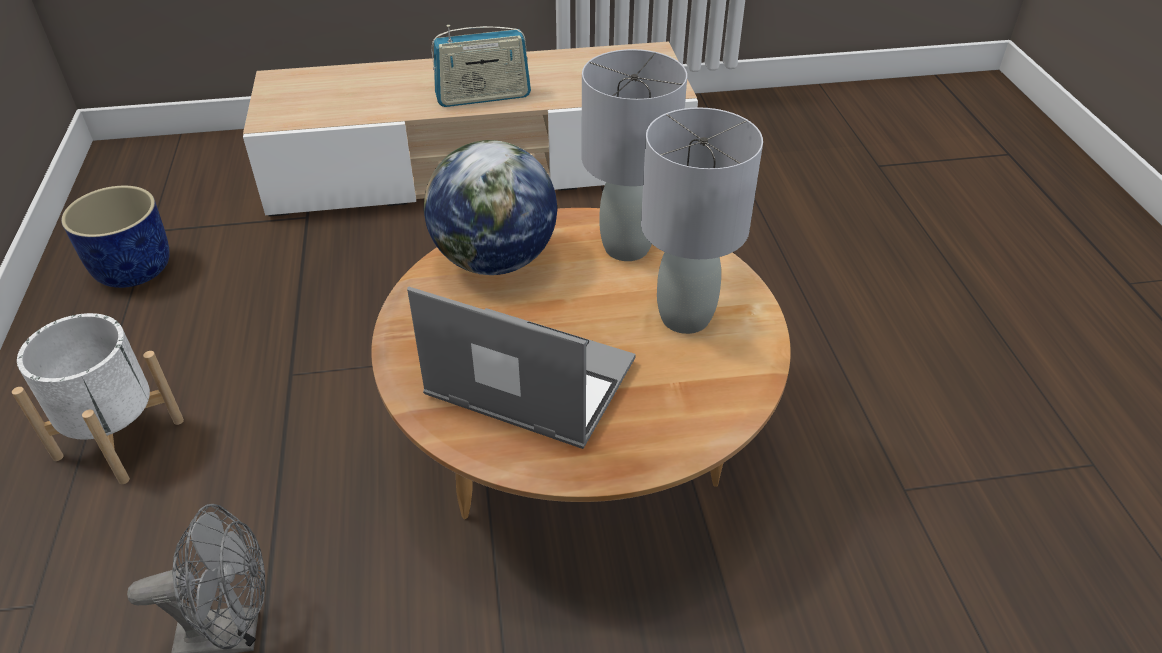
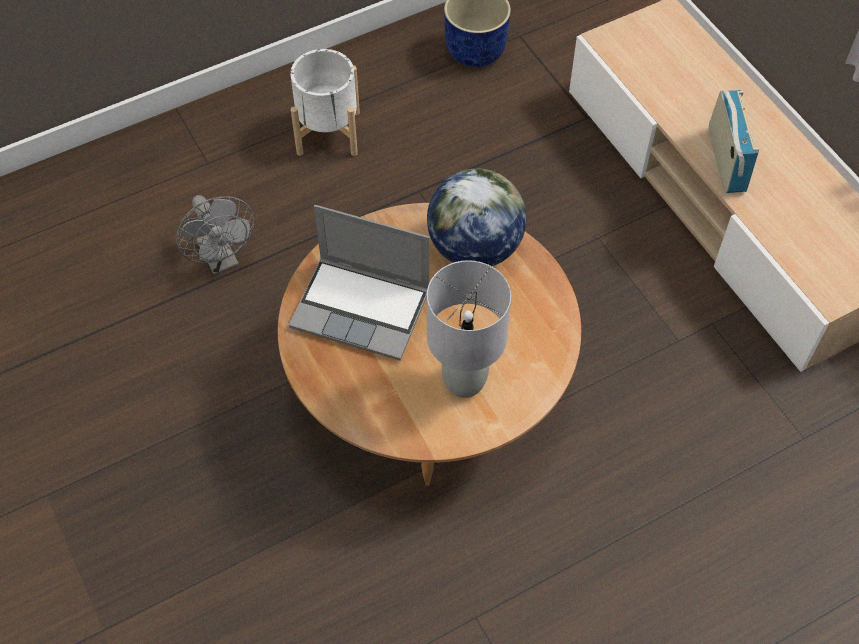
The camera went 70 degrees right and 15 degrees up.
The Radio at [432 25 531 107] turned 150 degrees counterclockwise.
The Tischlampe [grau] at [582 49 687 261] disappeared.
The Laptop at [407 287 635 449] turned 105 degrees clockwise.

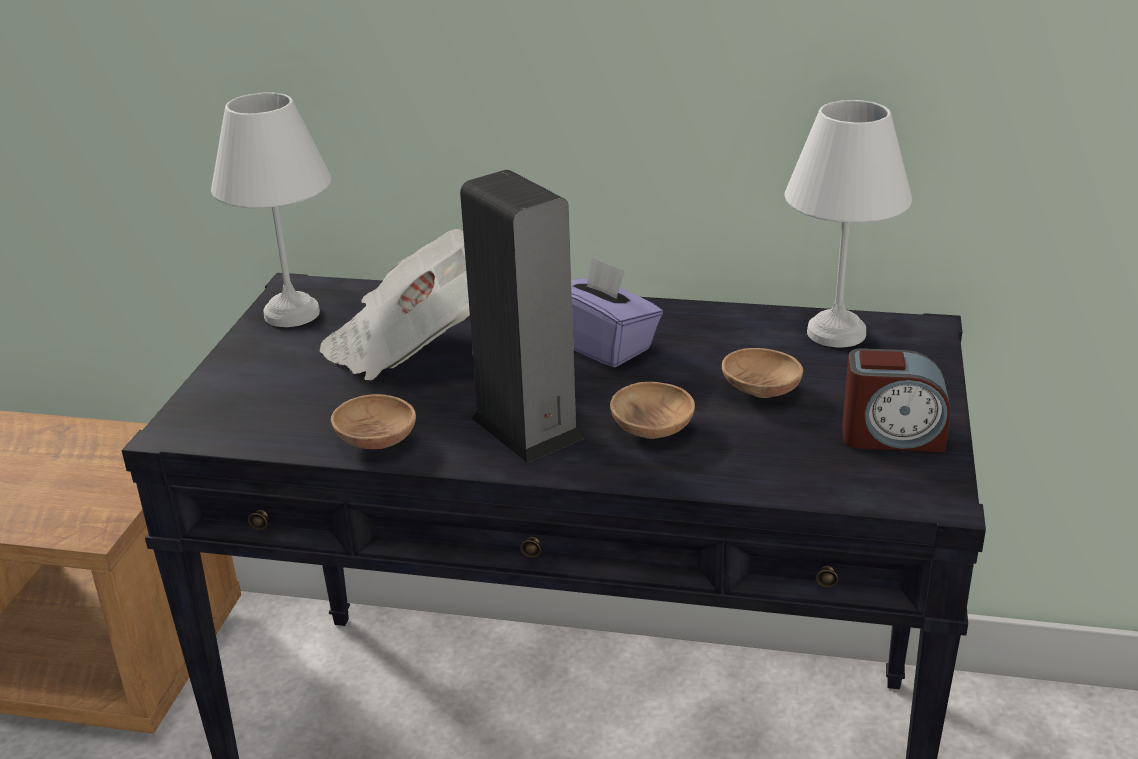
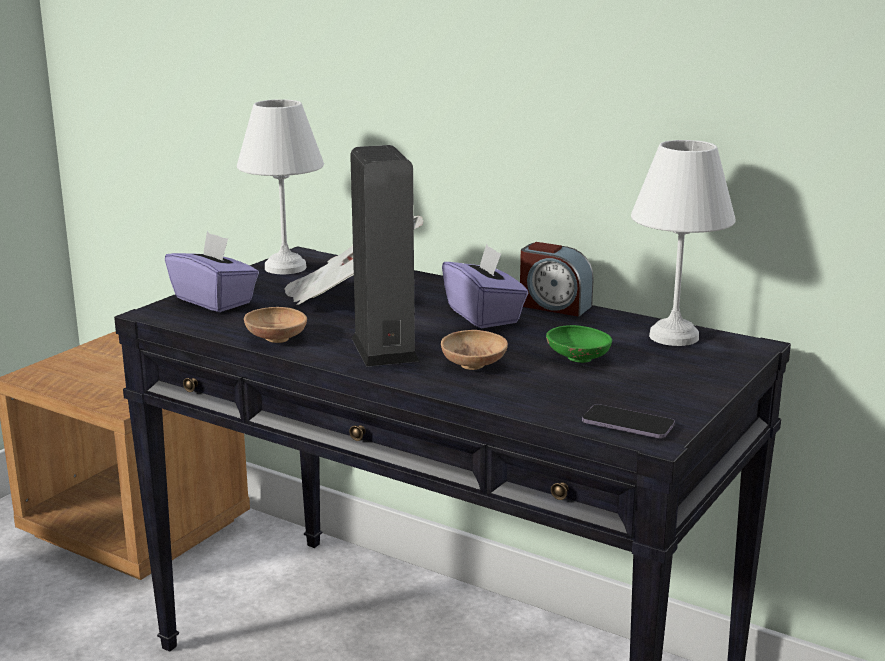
The camera went 20 degrees right and 10 degrees down.
The Schüssel [braun] at [722 348 803 398] became the Schüssel [grün] at [546 325 612 363].
The Wecker moved from [842 348 950 452] to [520 242 594 317].
The Taschentuchbox [lila] at [165 232 259 312] appeared.
The Handy at [582 404 675 439] appeared.

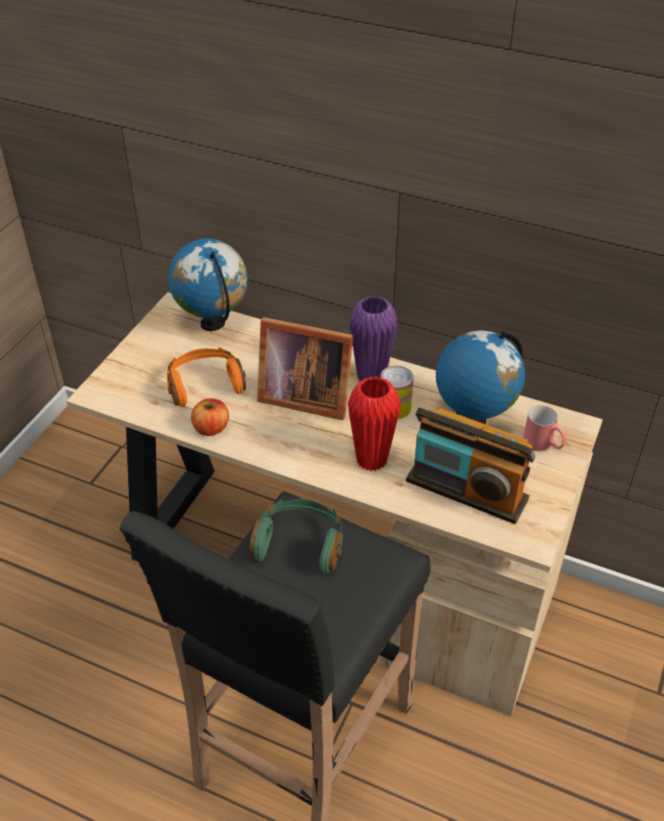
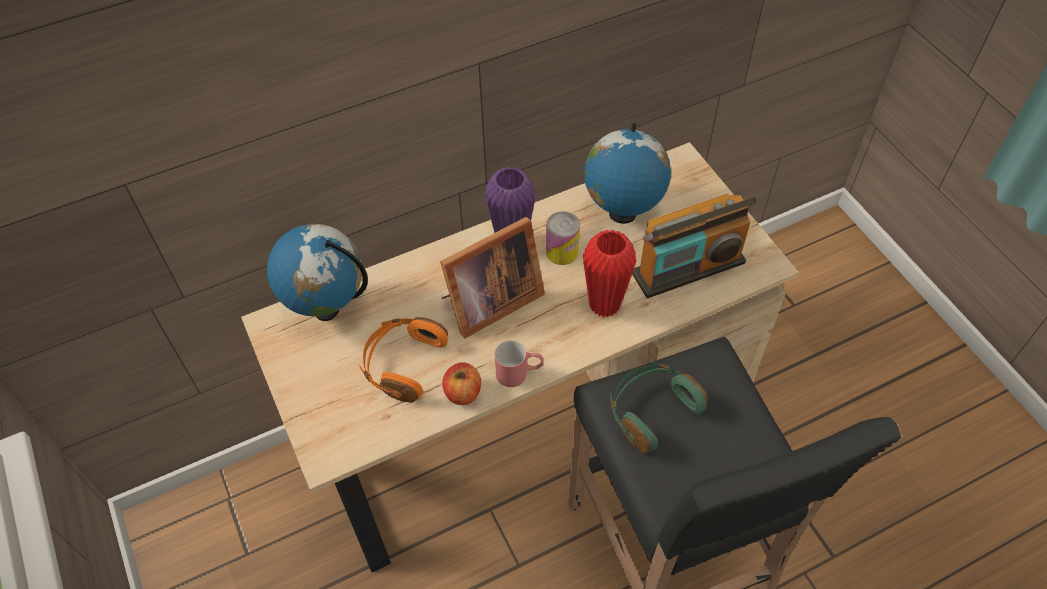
The camera went 50 degrees left and 10 degrees up.
The Henkelbecher [rot] moved from [523 405 567 451] to [495 340 544 387].

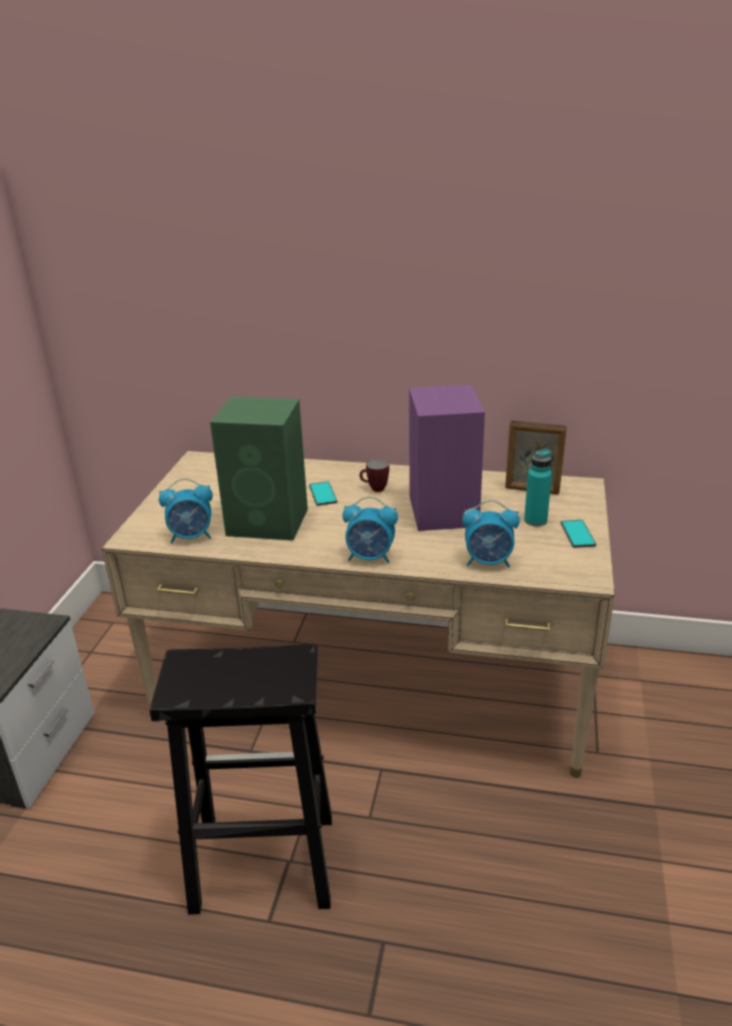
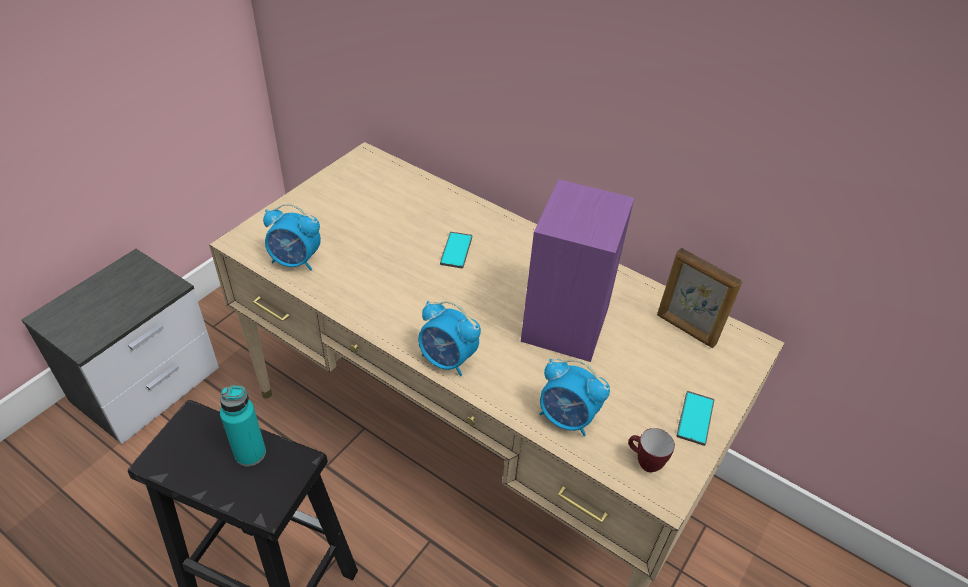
The camera went 20 degrees right and 15 degrees up.
The Lautsprecher [grün] at [210 397 308 541] disappeared.
The Flasche [türkis] moved from [524 449 552 526] to [220 386 266 467].
The Henkelbecher moved from [360 459 389 492] to [628 428 675 472].

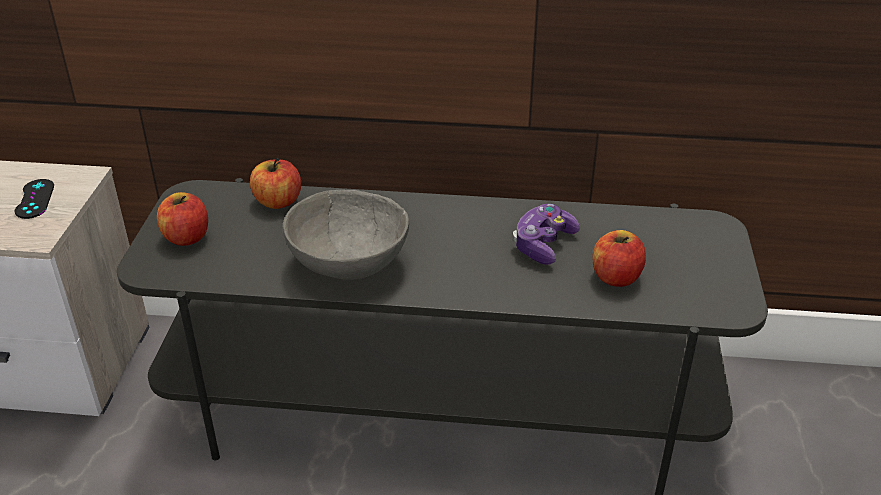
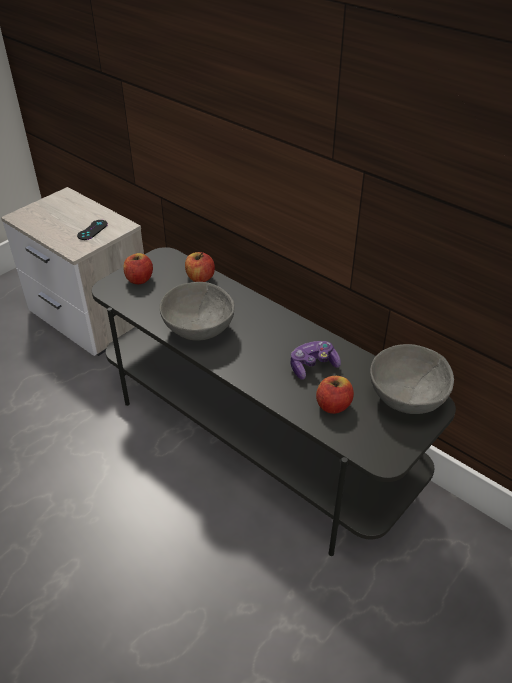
The camera went 35 degrees right and 5 degrees up.
The Schüssel [grau] at [370 344 454 414] appeared.

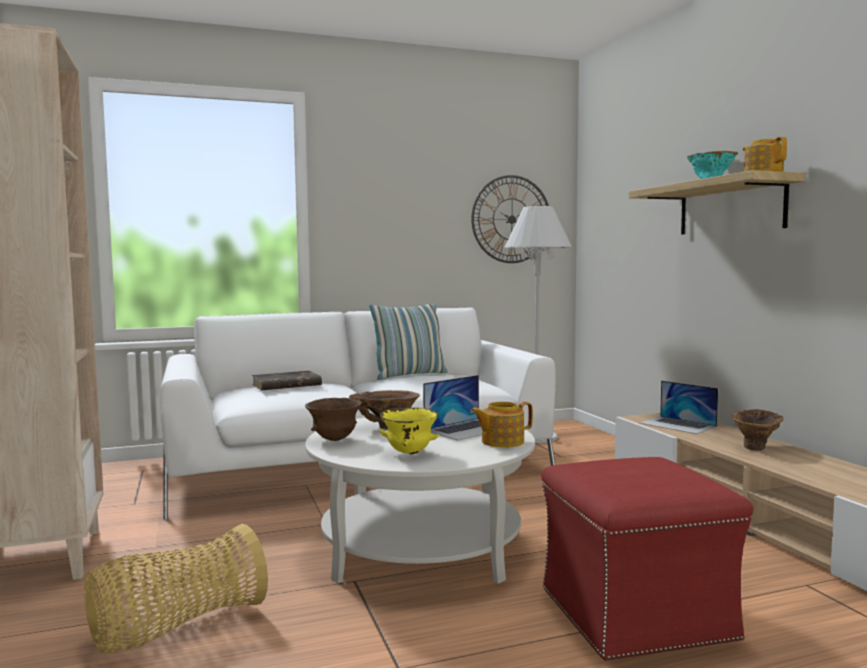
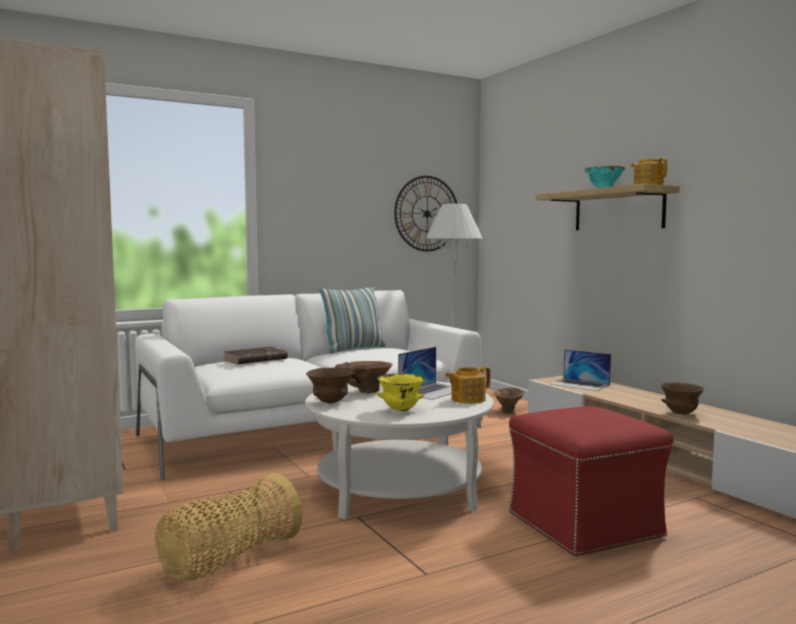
The camera went 10 degrees left and 0 degrees up.
The Vase [braun] moved from [732 409 783 451] to [494 387 525 413].
The Schüssel [braun] at [661 382 705 414] appeared.

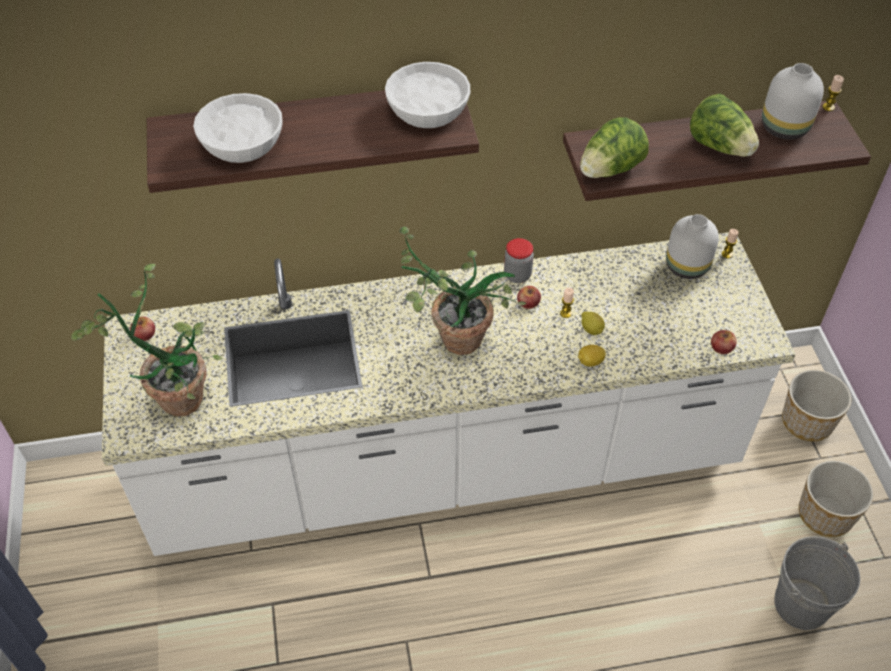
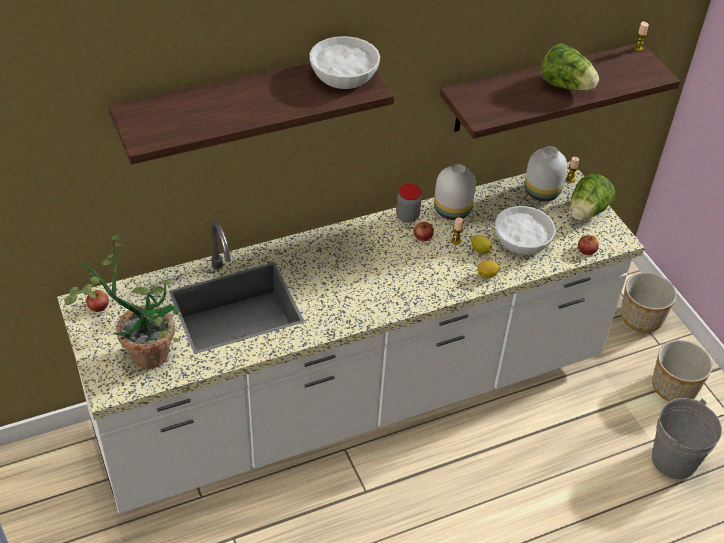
The camera went 15 degrees left and 5 degrees down.
The Vase [weiß] moved from [762 63 824 140] to [434 164 476 220].
The Schüssel [weiß] moved from [193 93 283 163] to [495 206 556 255].
The Salatkopf moved from [580 117 649 178] to [571 174 615 220].
The Topfpflanze at [399 227 526 355] disappeared.

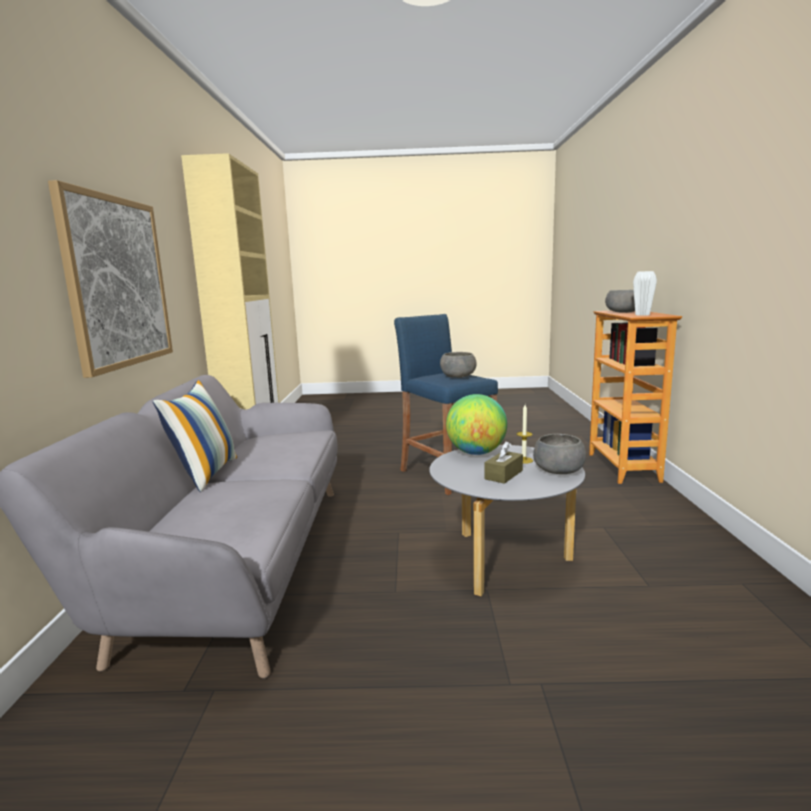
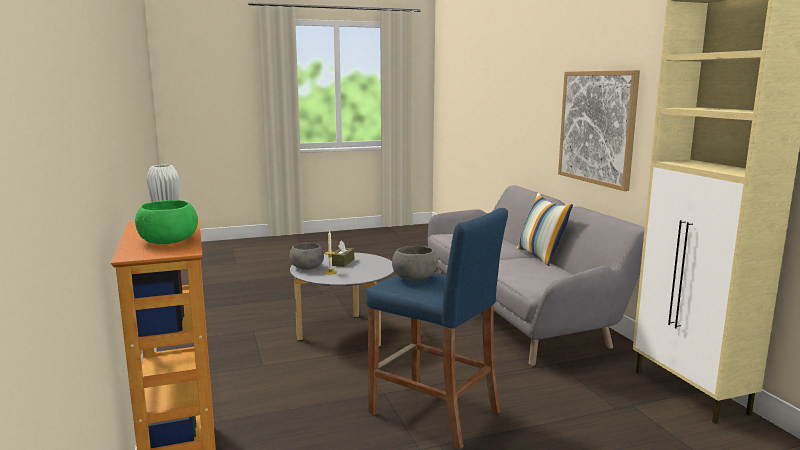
The camera went 160 degrees right and 0 degrees up.
The Schüssel [grau] at [605 290 635 313] became the Schüssel [grün] at [135 200 198 244].
The Globus at [446 394 507 455] disappeared.

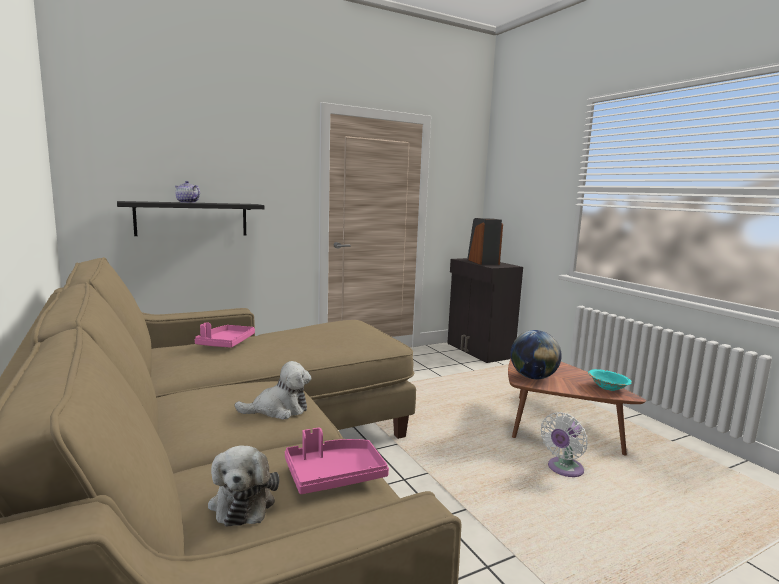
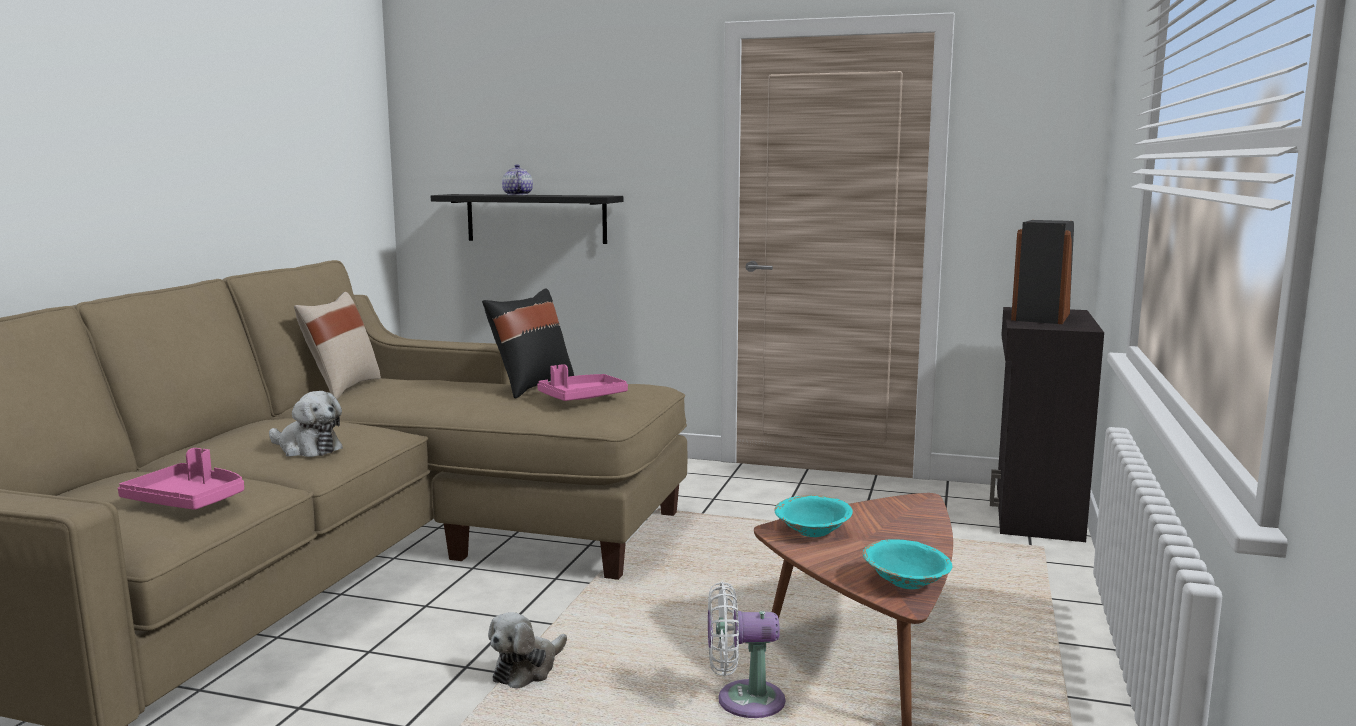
The camera went 45 degrees right and 0 degrees up.
The Tablett [rosa] moved from [195 322 255 348] to [537 364 628 401].
The Globus at [511 330 562 379] was replaced by the Schüssel [türkis] at [774 495 853 537].
The Plüschtier moved from [208 446 279 526] to [488 612 567 688].
The Kissen [schwarz] at [482 288 574 399] appeared.
The Kissen [beige] at [294 292 381 399] appeared.

